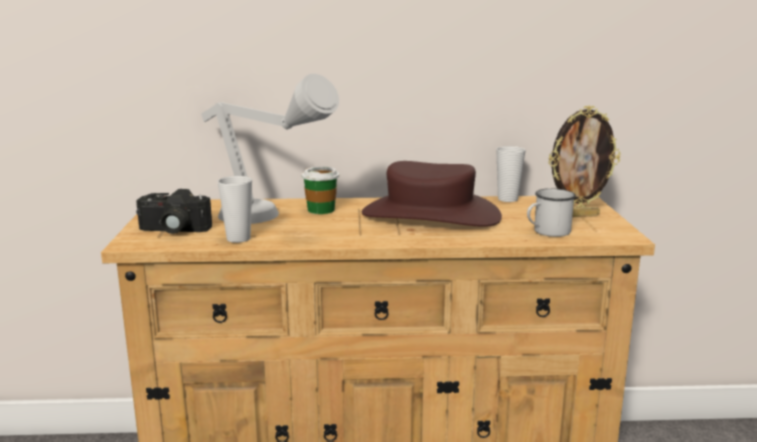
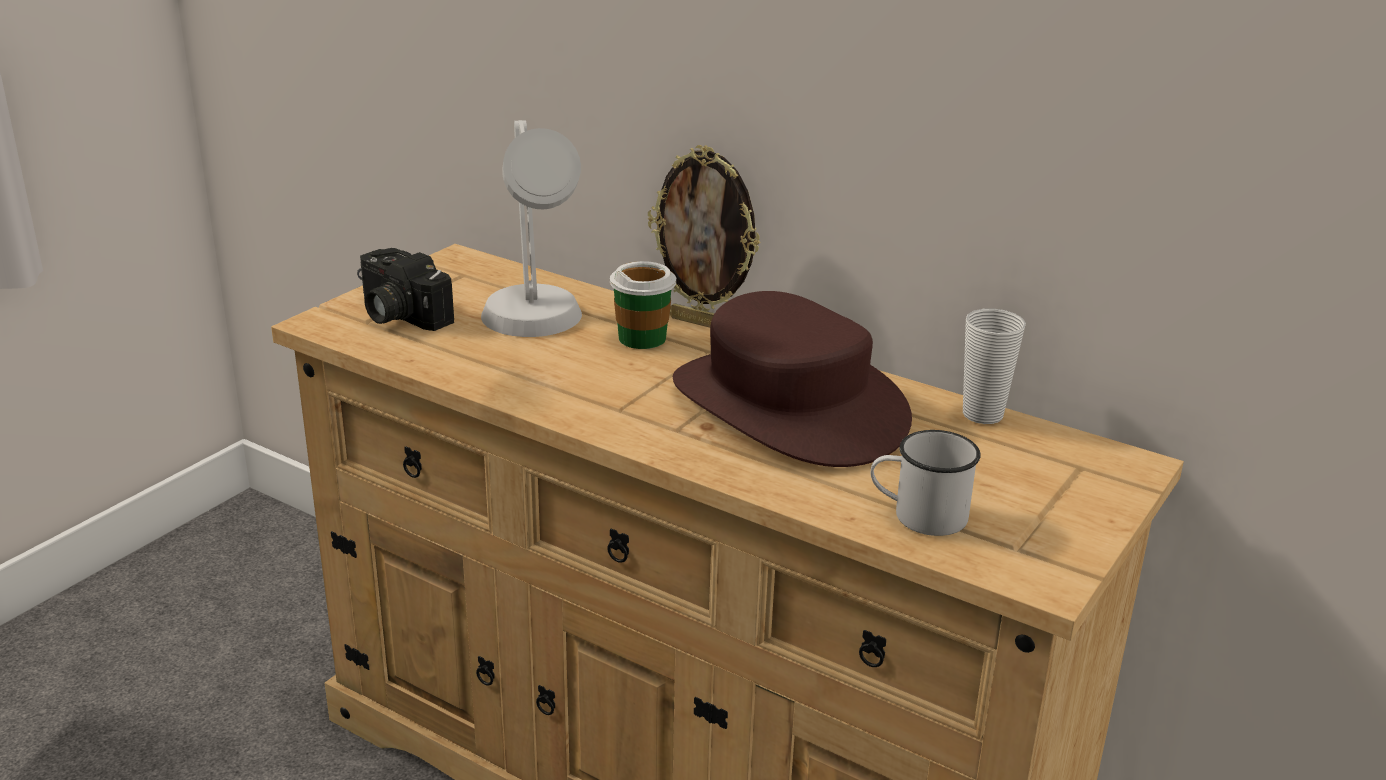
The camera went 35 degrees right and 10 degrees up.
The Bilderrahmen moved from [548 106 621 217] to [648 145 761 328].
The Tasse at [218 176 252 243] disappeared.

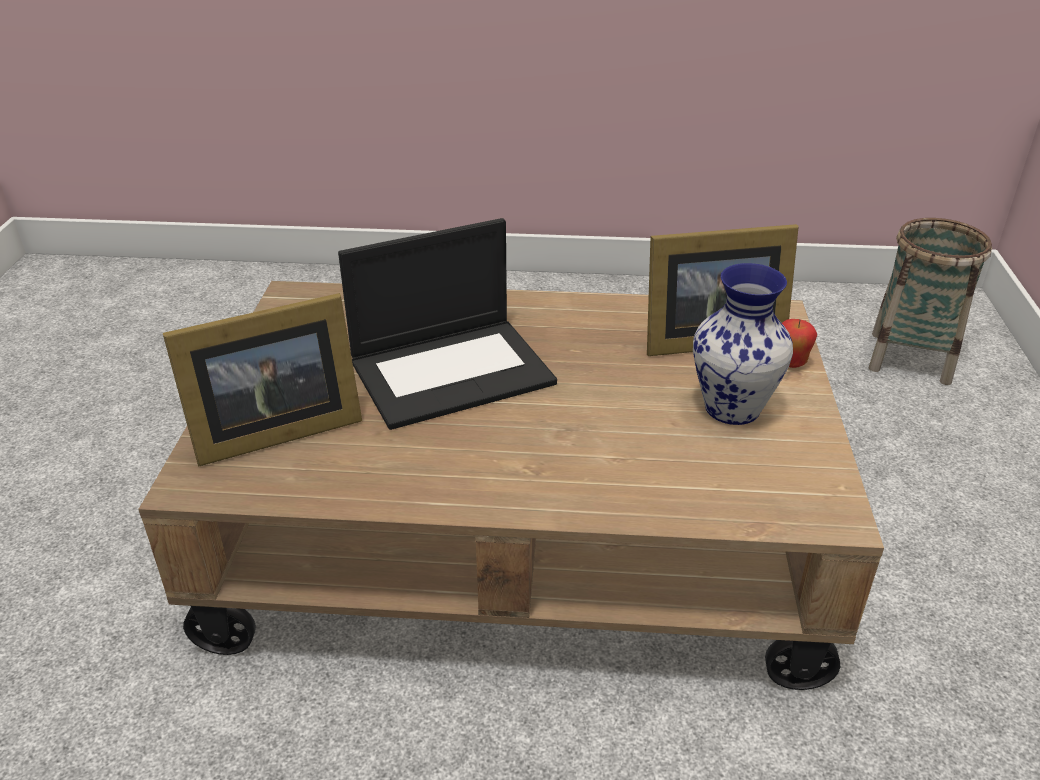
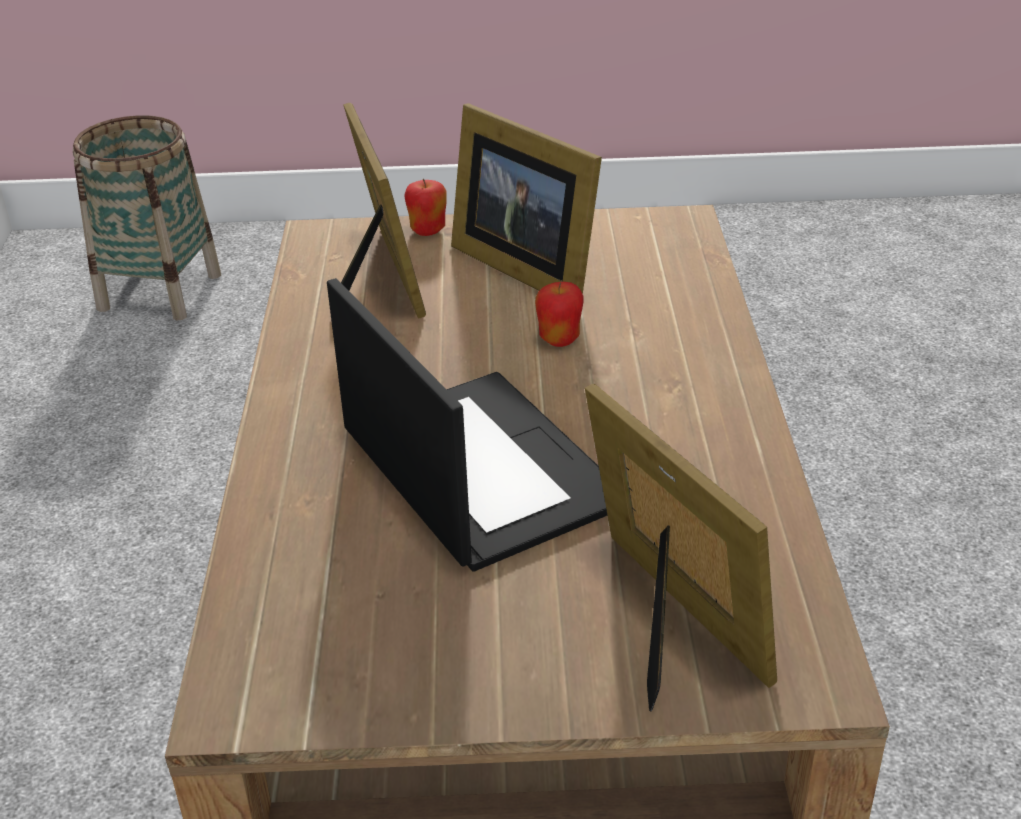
The camera went 95 degrees left and 0 degrees up.
The Vase at [693 263 793 425] was replaced by the Bilderrahmen at [451 103 602 294].
The Apfel at [535 282 584 347] appeared.

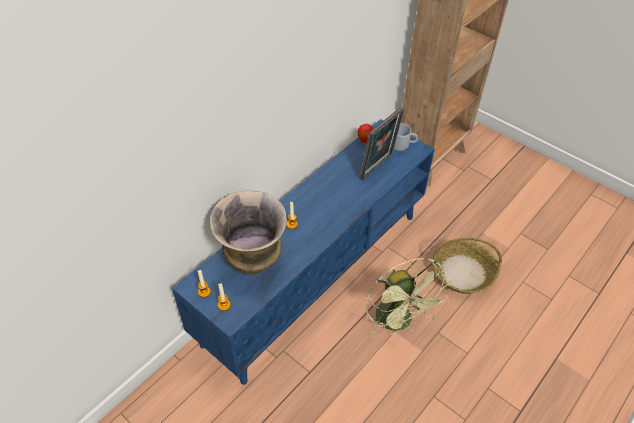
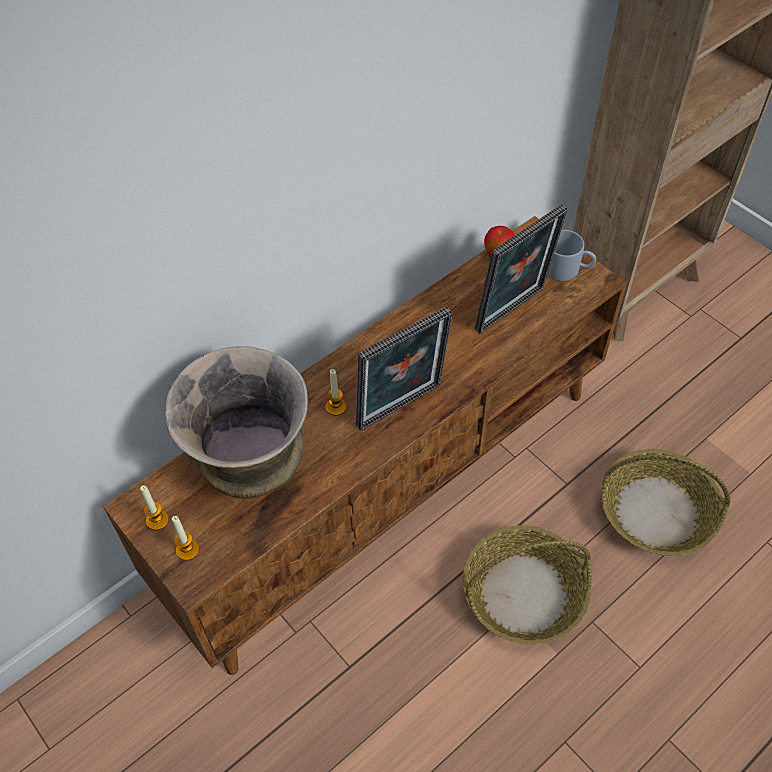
The camera went 10 degrees right and 5 degrees up.
The Fernsehschrank [blau] at [172 119 435 385] became the Fernsehschrank [braun] at [103 216 627 675].
The Ventilator [grün] at [365 258 451 338] was replaced by the Korb at [463 525 592 644].
The Bilderrahmen at [356 306 453 430] appeared.

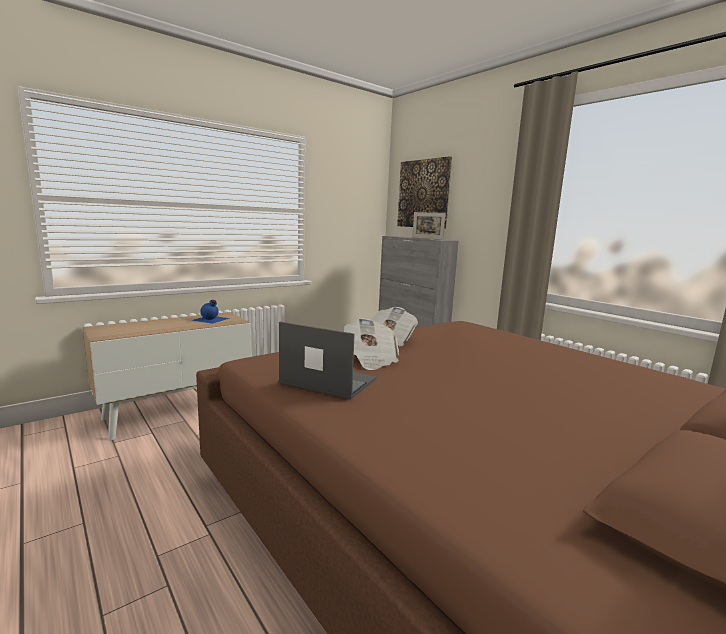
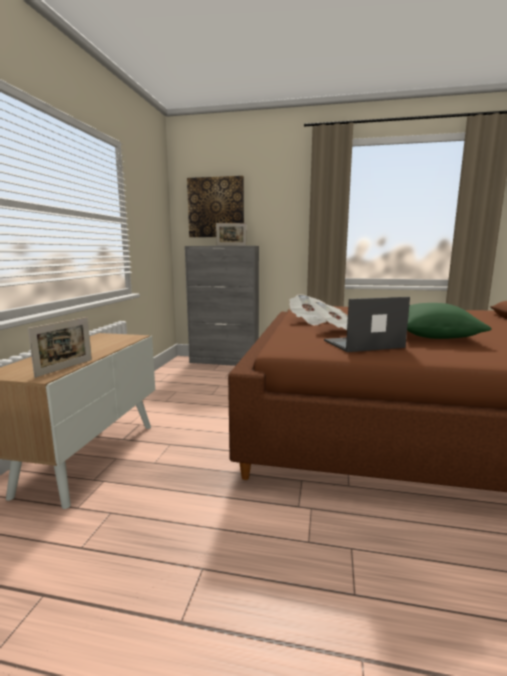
The camera went 40 degrees left and 0 degrees up.
The Flasche [blau] at [192 300 230 324] disappeared.
The Kissen [grün] at [407 303 492 339] appeared.
The Bilderrahmen at [28 317 92 378] appeared.

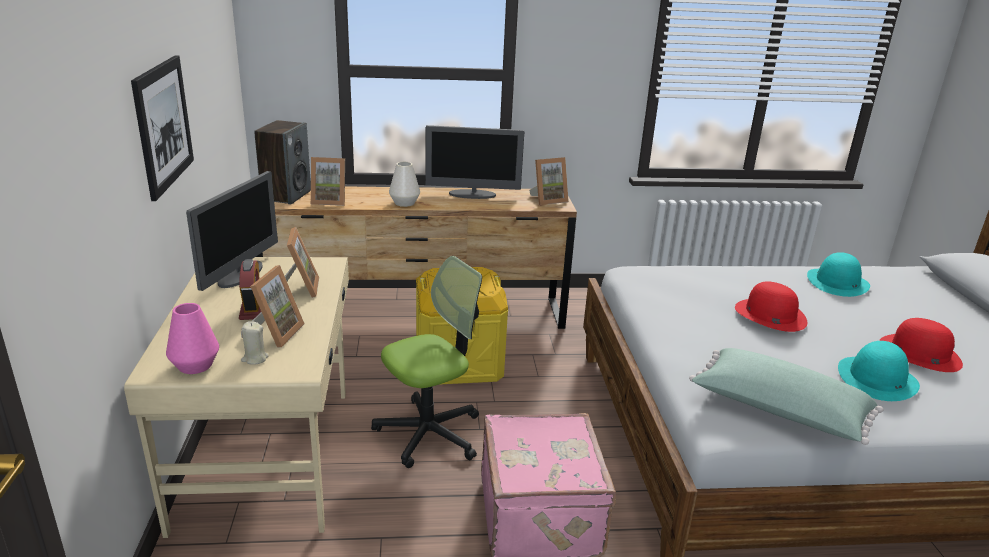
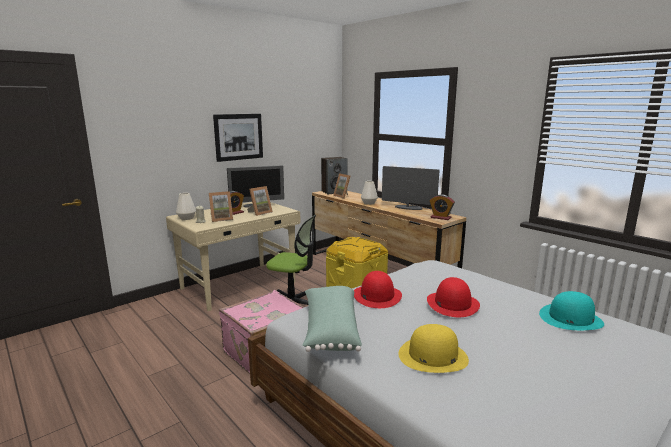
The camera went 55 degrees right and 10 degrees down.
The Monitor at [425 125 524 199] turned 150 degrees clockwise.
The Bilderrahmen at [529 157 569 205] was replaced by the Wecker at [430 194 455 220].
The Vase [rosa] at [166 303 219 374] became the Vase [weiß] at [176 193 196 220].
The Hut [rot] moved from [879 318 963 372] to [354 271 402 308].
The Hut [türkis] at [838 341 920 401] became the Hut [gelb] at [398 324 469 373].

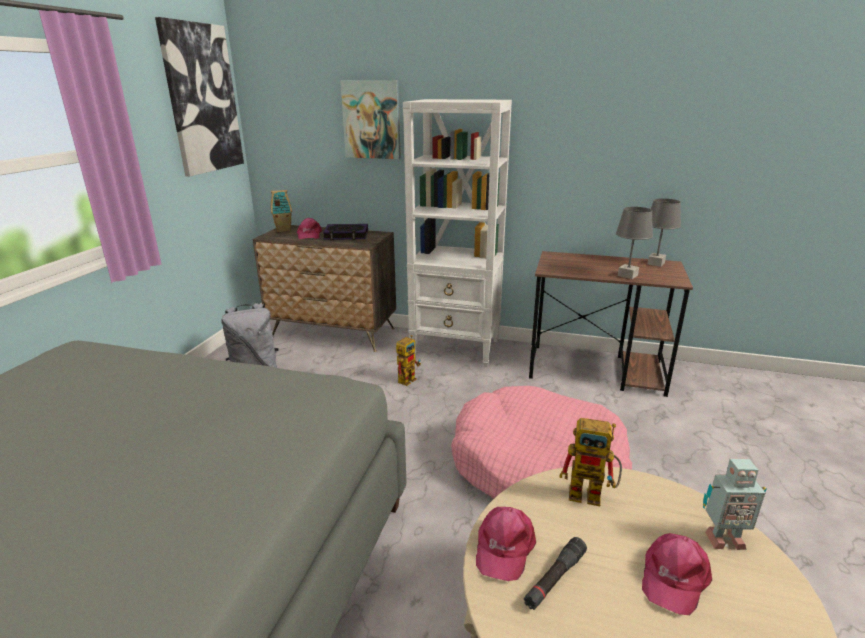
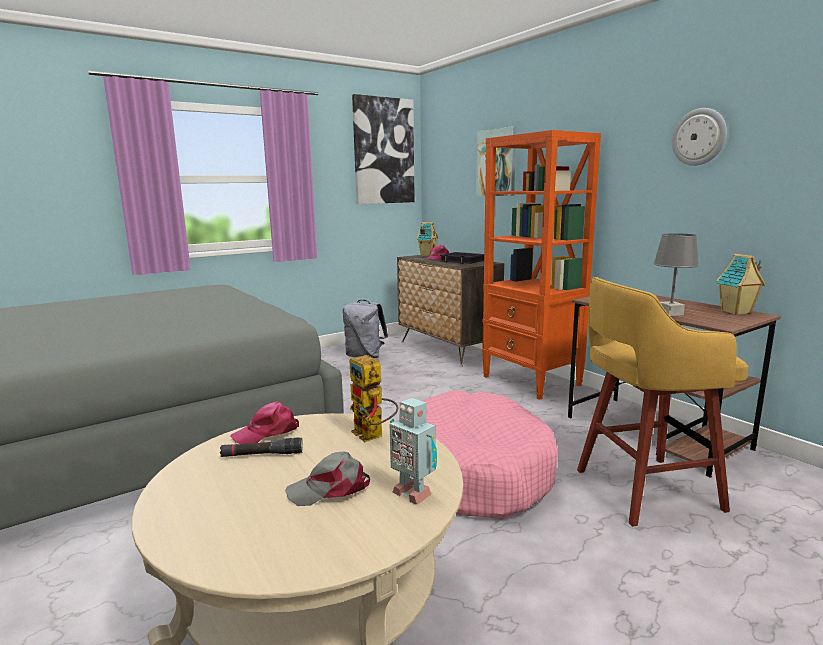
The camera went 40 degrees right and 10 degrees down.
The Bücherregal [weiß] at [403 99 512 367] became the Bücherregal [orange] at [482 130 601 400].
The Tischlampe [grau] at [648 198 681 267] was replaced by the Spielzeughaus at [716 253 766 315].
The Spielzeugroboter at [396 335 421 386] disappeared.
The Kappe [rosa] at [642 533 712 615] became the Kappe [grau] at [285 451 370 506].
The Wanduhr at [672 108 727 166] appeared.
The Hocker [gelb] at [577 277 748 527] appeared.

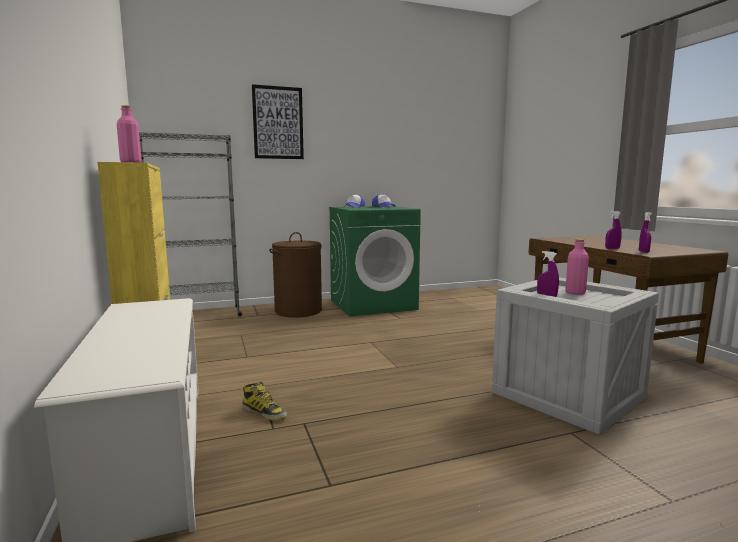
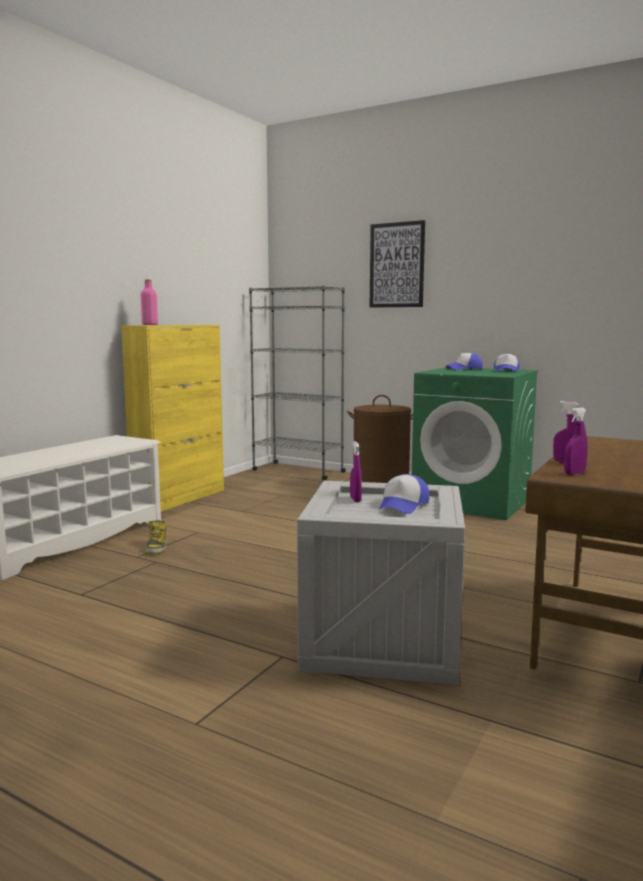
The camera went 50 degrees right and 0 degrees up.
The Flasche [rosa] at [565 239 589 295] was replaced by the Kappe at [378 474 430 514].

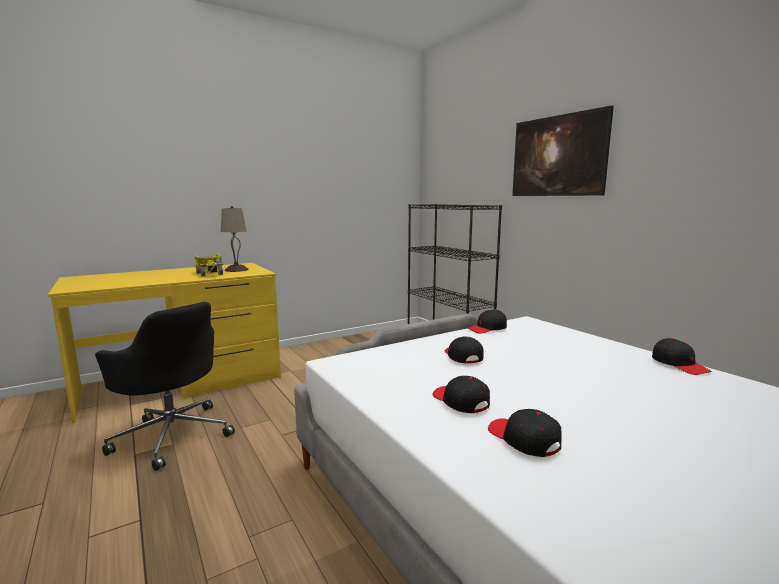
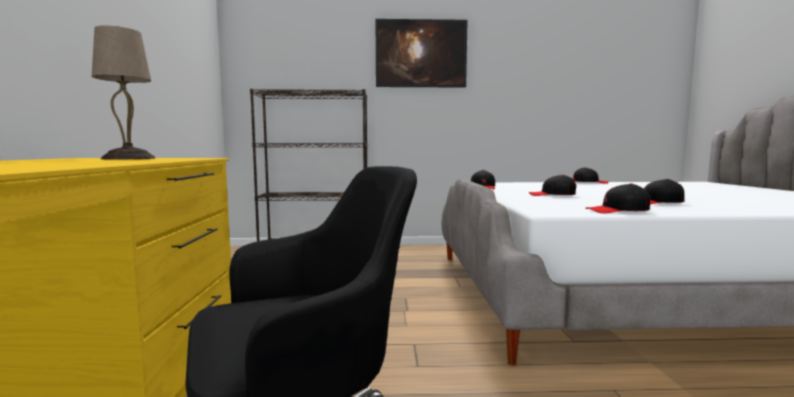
The camera went 60 degrees left and 5 degrees down.
The Spielzeuglaster at [195 254 223 277] disappeared.
The Kappe [schwarz] moved from [488 409 561 457] to [586 183 650 213].

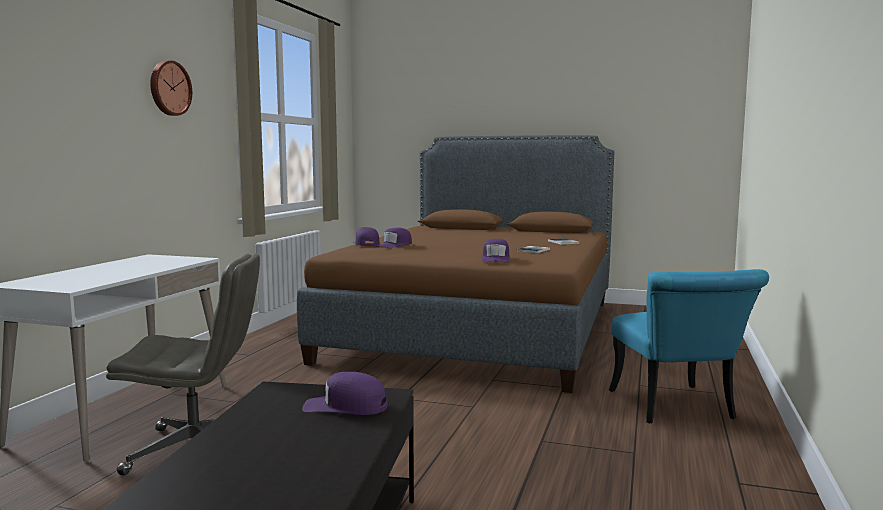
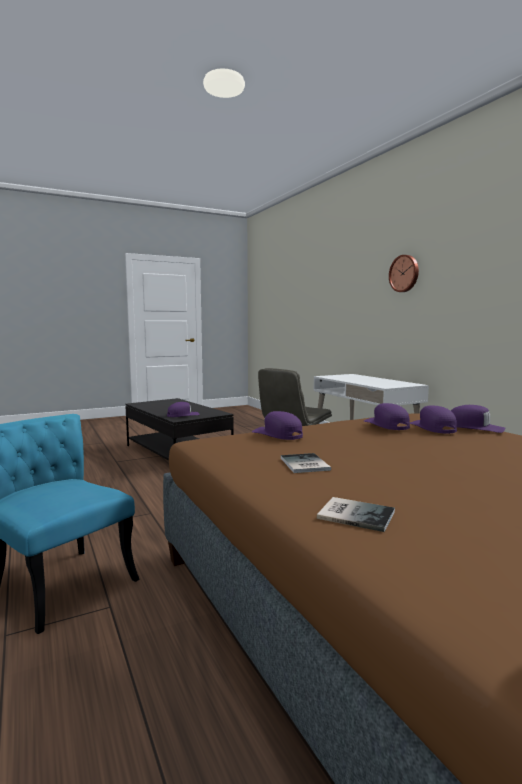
The camera went 135 degrees right and 0 degrees up.
The Wanduhr moved from [150 61 192 116] to [389 255 419 292].
The Kappe [lila] at [364 403 410 430] appeared.

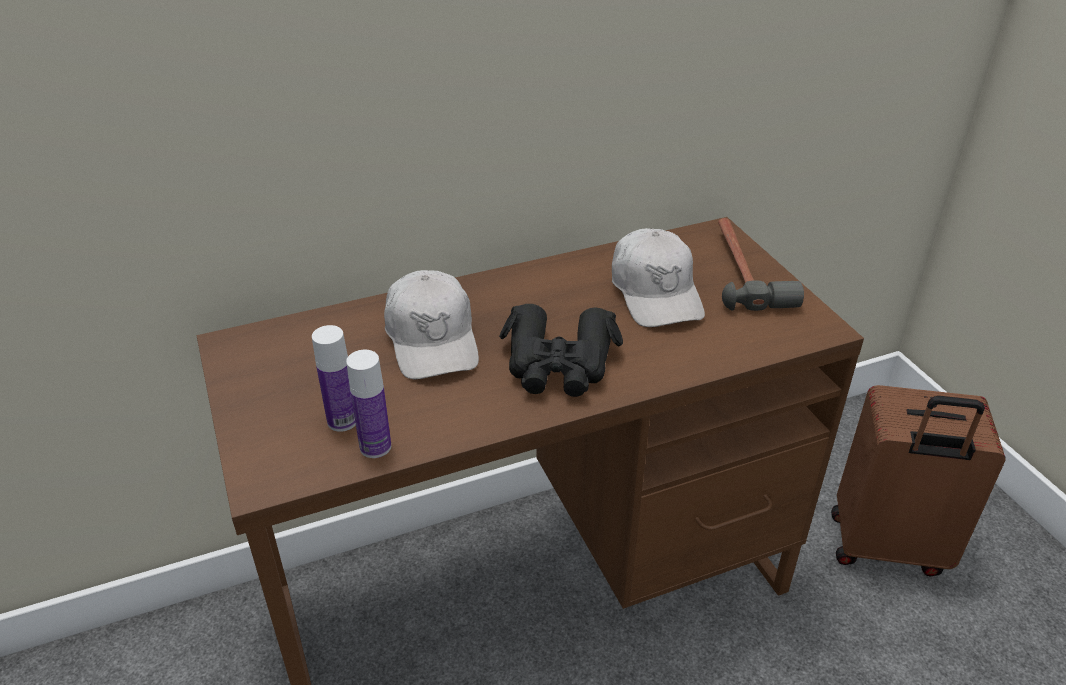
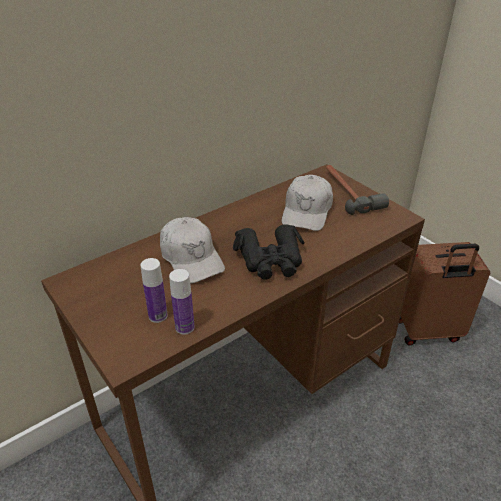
The camera went 15 degrees left and 0 degrees up.
The Kappe [weiß] at [612 228 705 327] turned 45 degrees clockwise.

